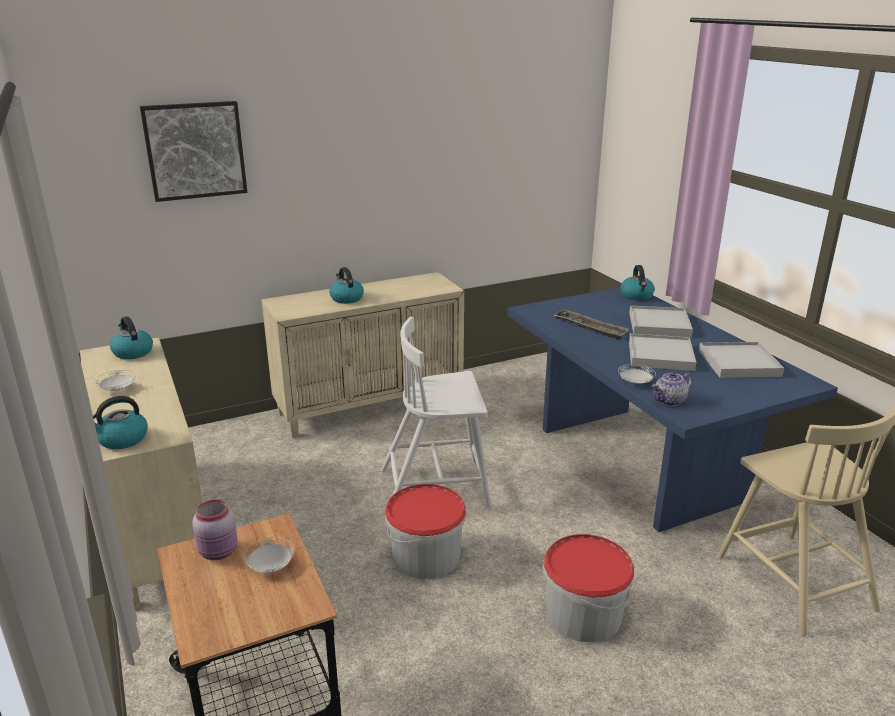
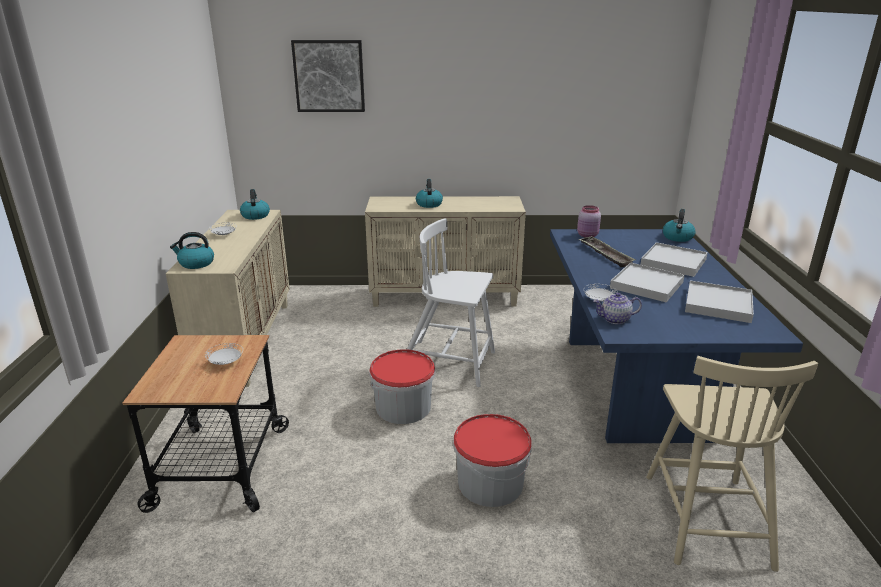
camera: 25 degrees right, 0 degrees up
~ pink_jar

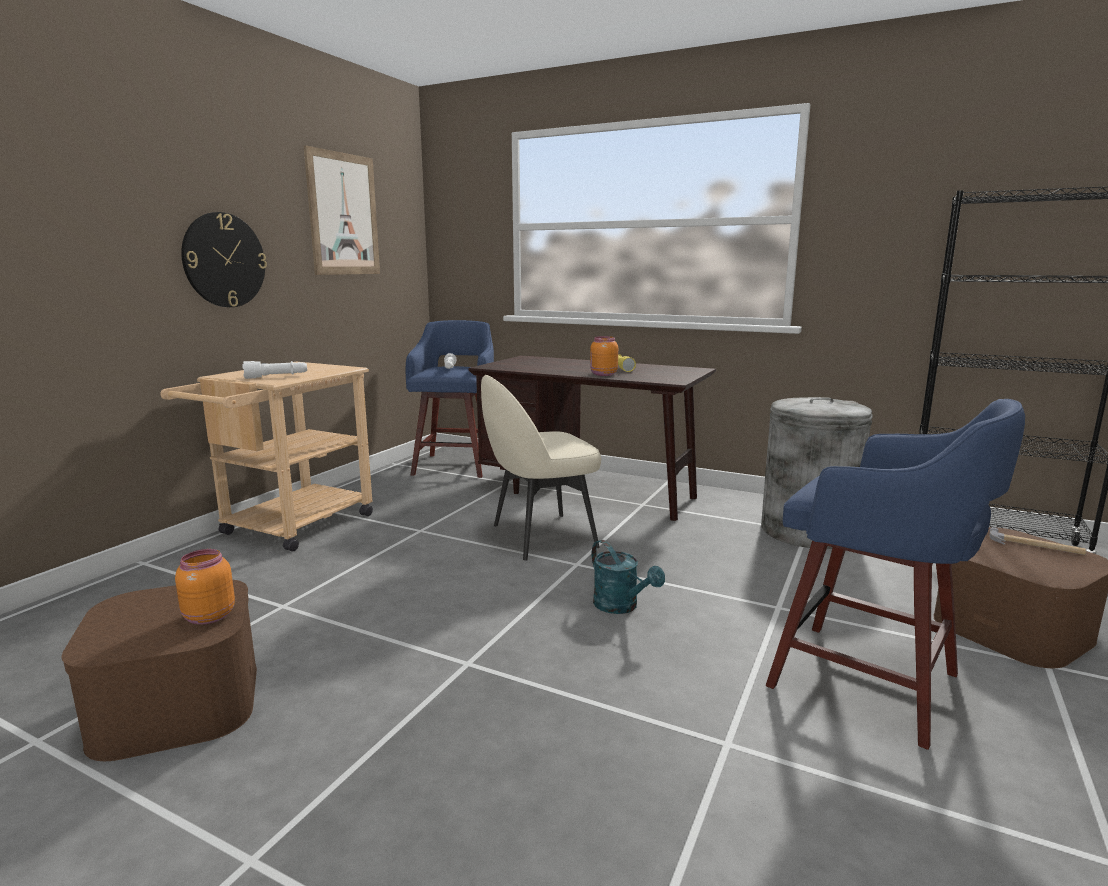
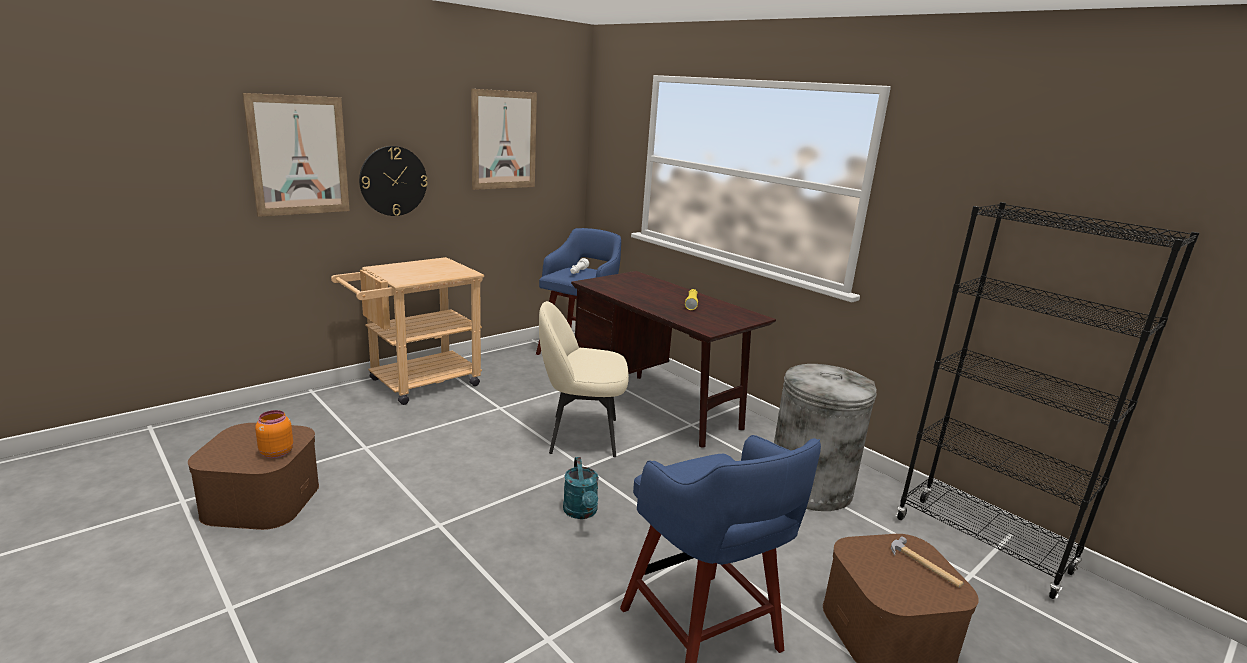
camera: 20 degrees right, 5 degrees up
- whitish_hand_torch (no. 1 from left)
- orange-coloured_jar (no. 2 from left)
+ wall_picture (no. 1 from left)

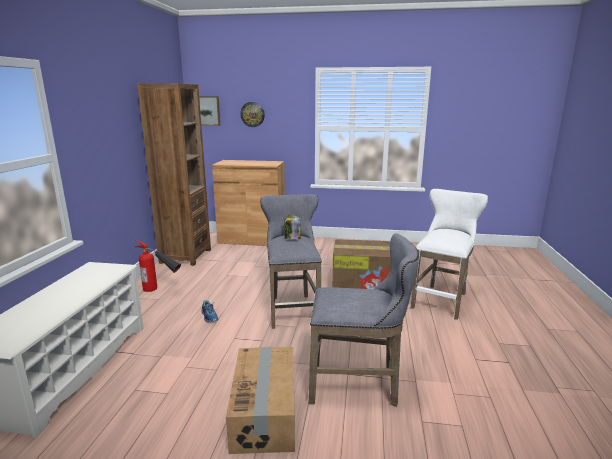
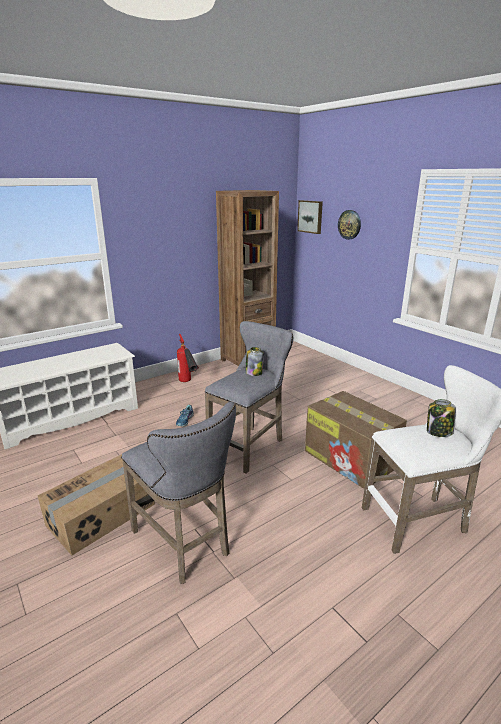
camera: 45 degrees right, 5 degrees up
- brownish_cabinet
+ jar (no. 2 from left)

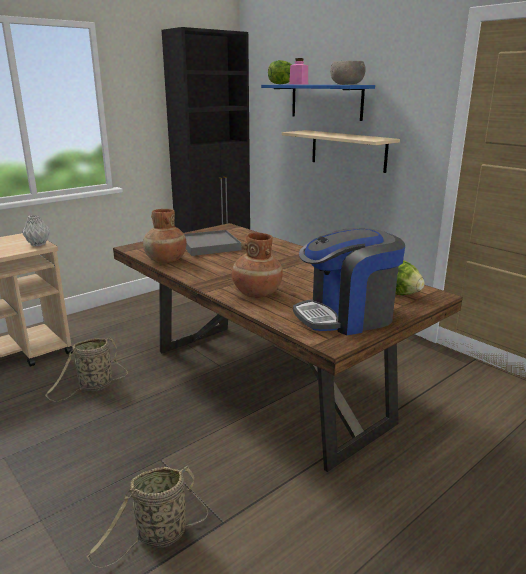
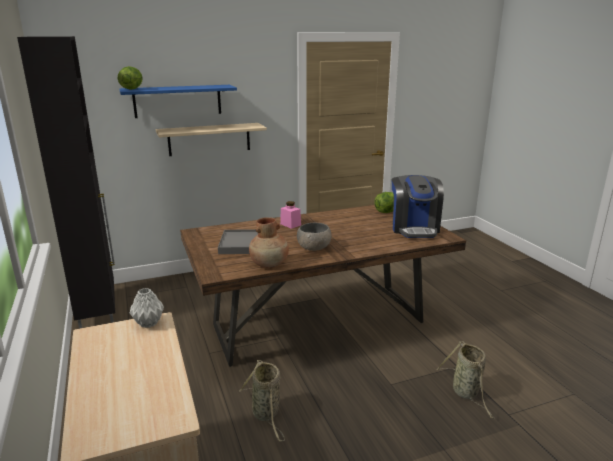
camera: 70 degrees left, 0 degrees up
- brownish_flower_vase (no. 2 from left)
~ pink_jar
~ gray_serving_bowl

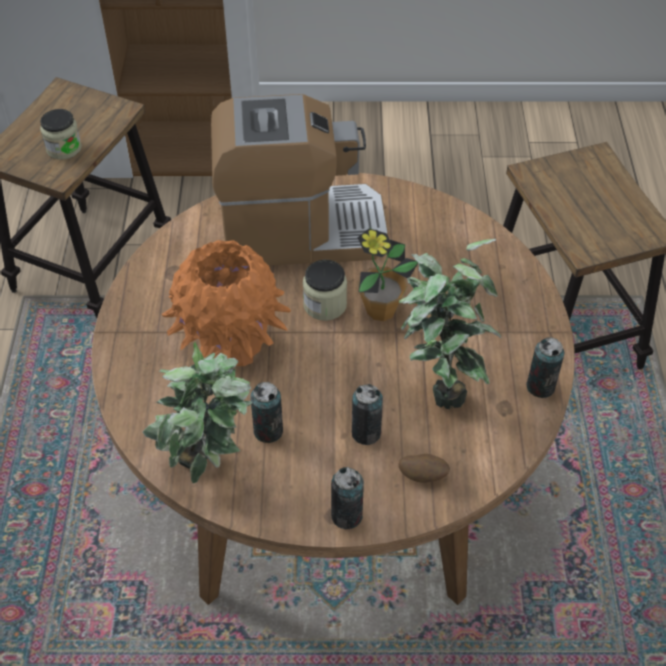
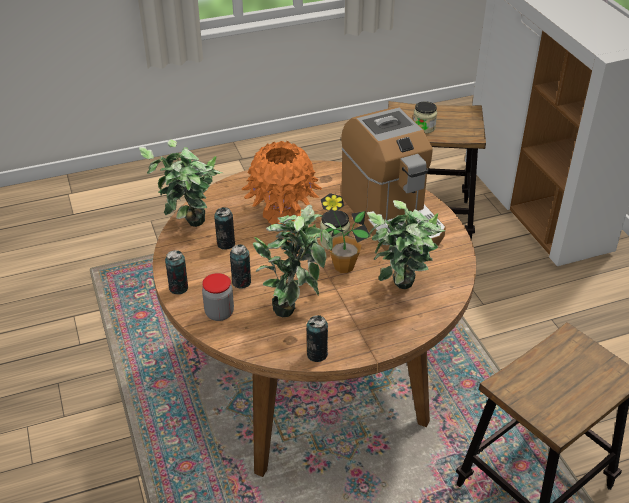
camera: 70 degrees right, 10 degrees down
+ plant_in_a_pot (no. 4 from left)
~ spud to jar (no. 1 from left)

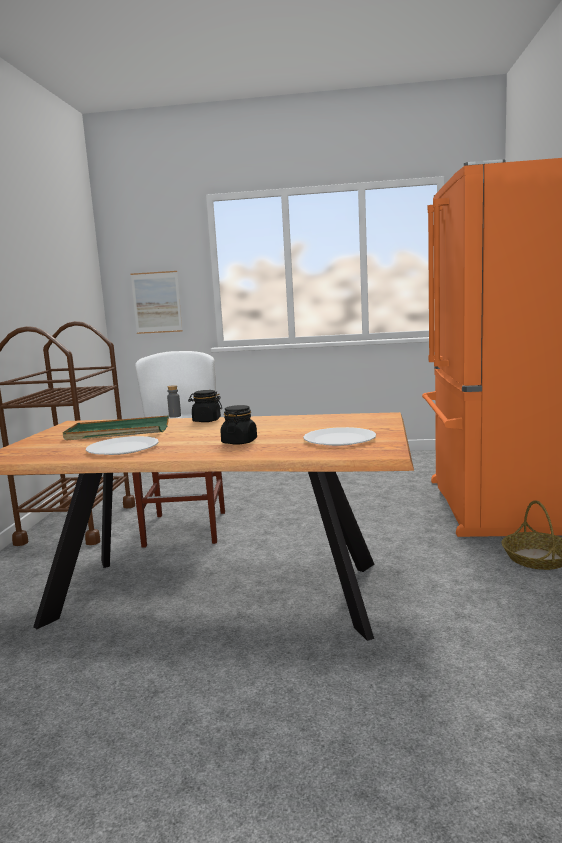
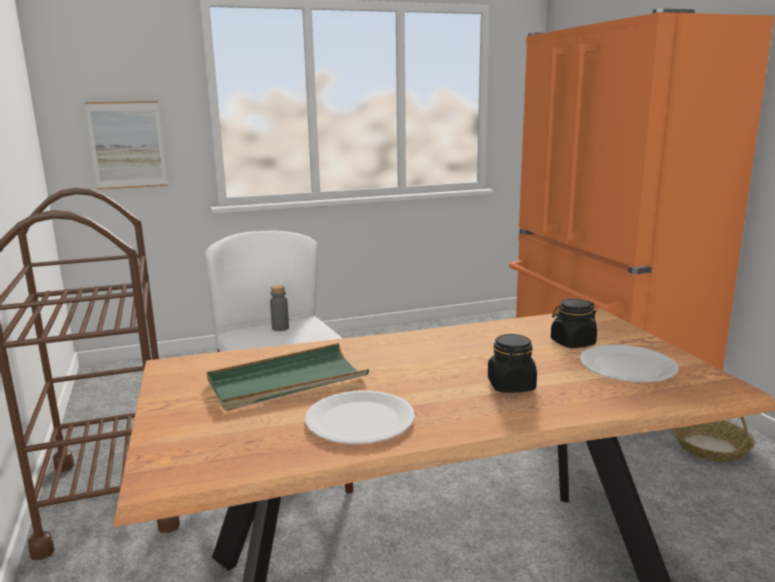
camera: 25 degrees left, 5 degrees up
~ blackish_jar (no. 1 from left in the first image) to blackish_jar (no. 2 from left)

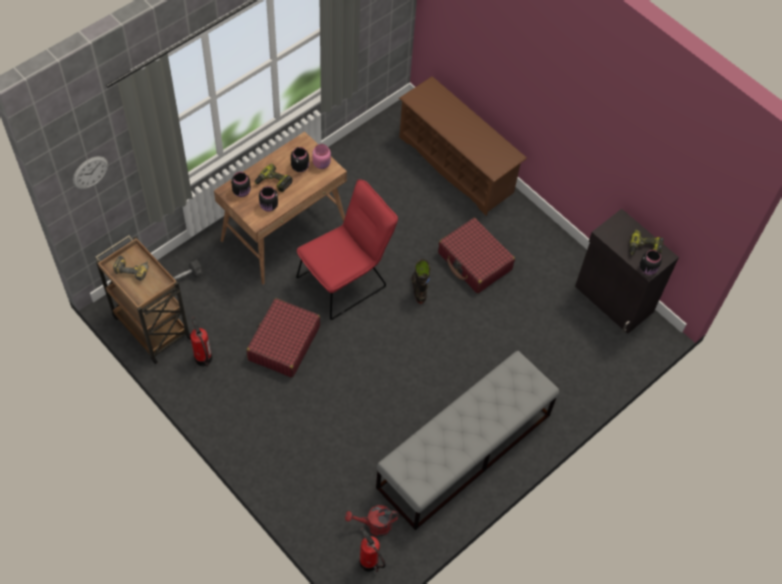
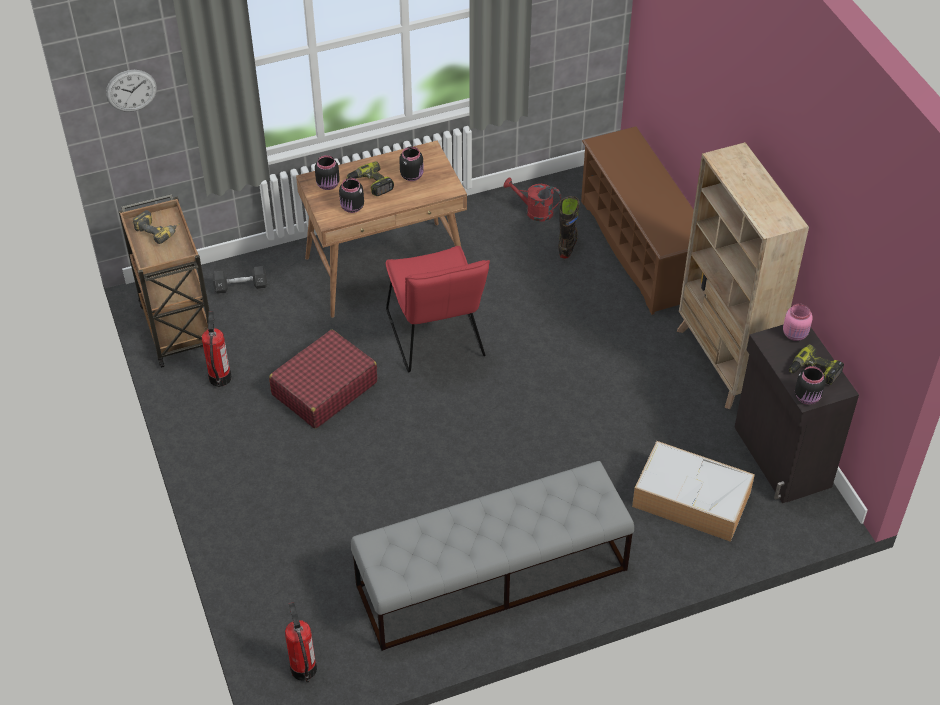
camera: 25 degrees right, 10 degrees down
- reddish_travel_case (no. 2 from left)
+ storage_container
+ beige_bookshelf
~ pink_jar
~ reddish_watering_can
~ blackish_high-top_boot
~ reddish_plain_chair 90 degrees clockwise

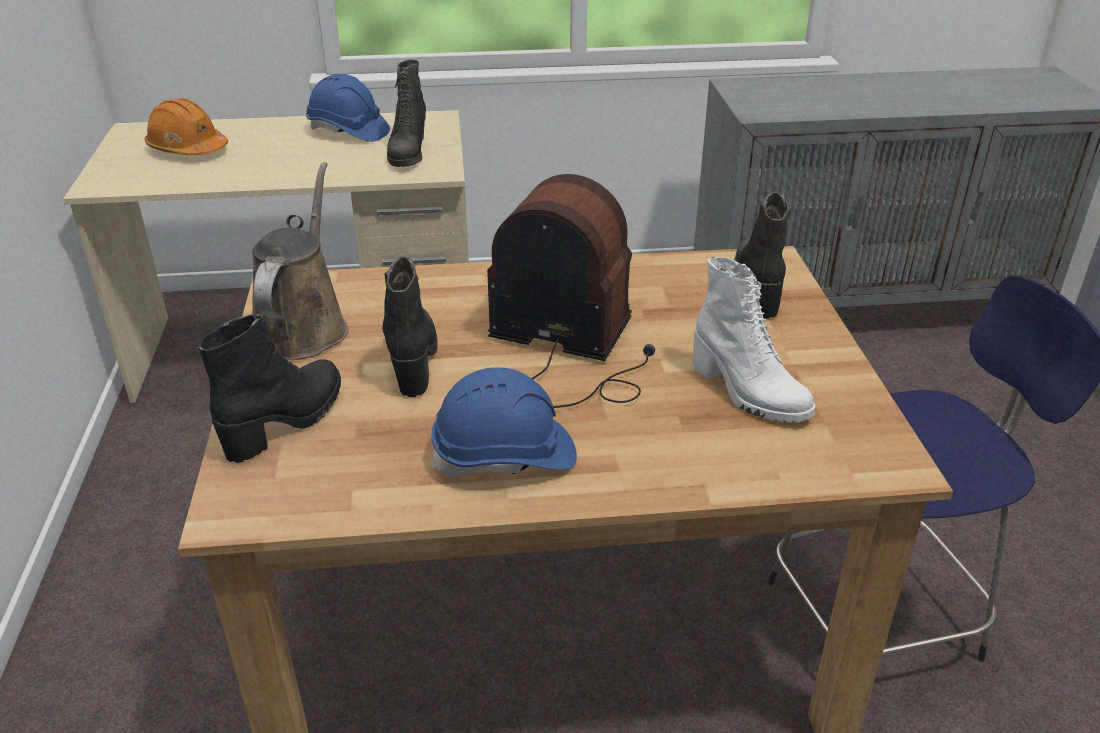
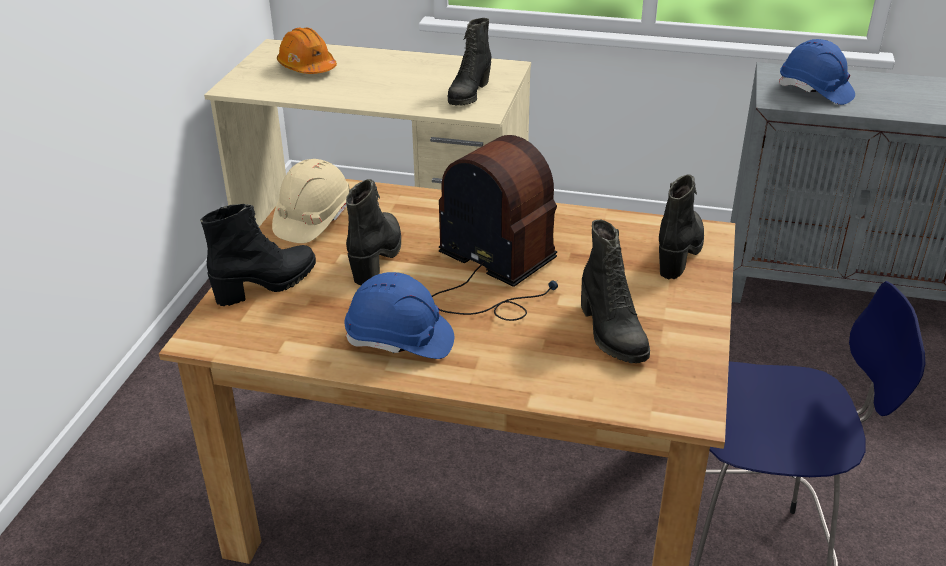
camera: 20 degrees right, 0 degrees up
~ bluish_safety_helmet (no. 1 from left in the first image) to bluish_safety_helmet (no. 2 from left)
~ brownish_watering_can to beige_safety_helmet
~ whitish_high-top_boot to blackish_high-top_boot (no. 4 from left)

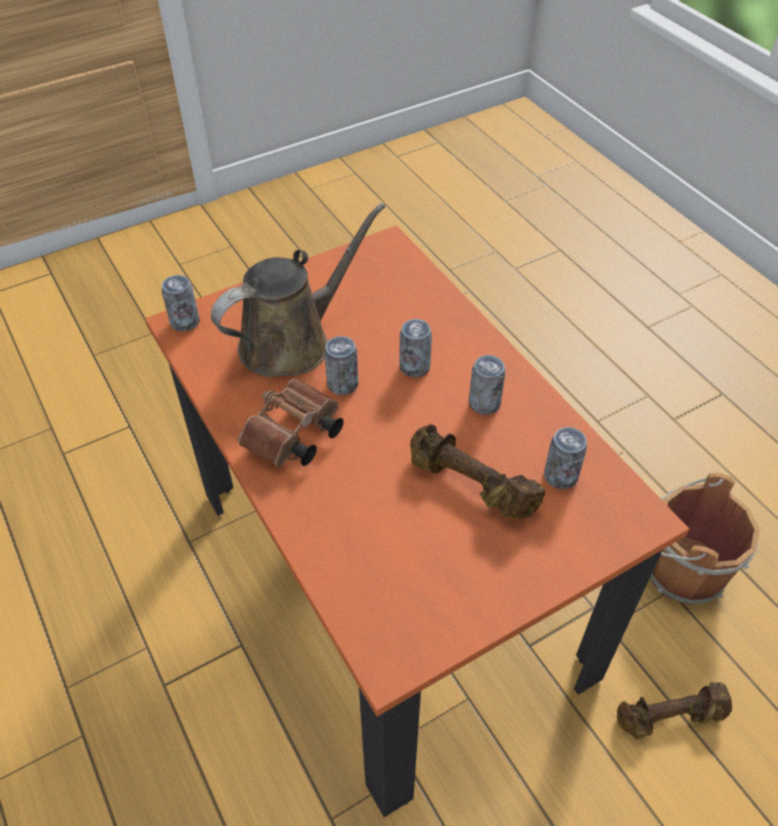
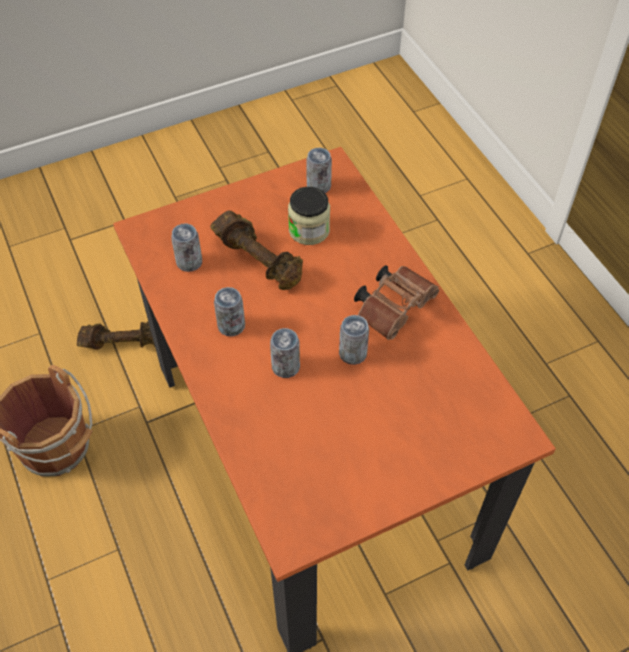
camera: 175 degrees left, 5 degrees up
- brownish_watering_can
+ jar
~ metal_can (no. 1 from left in the first image) to metal_can (no. 4 from left)

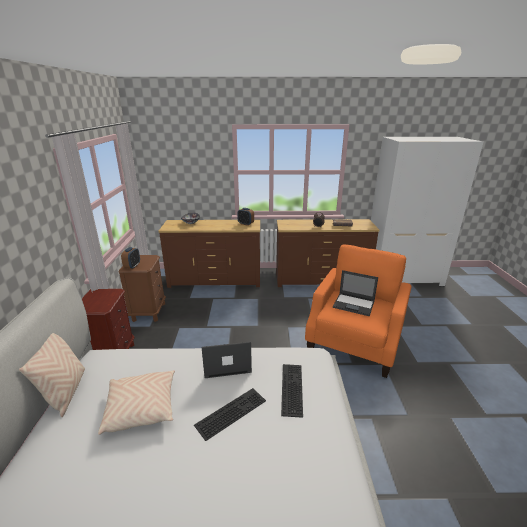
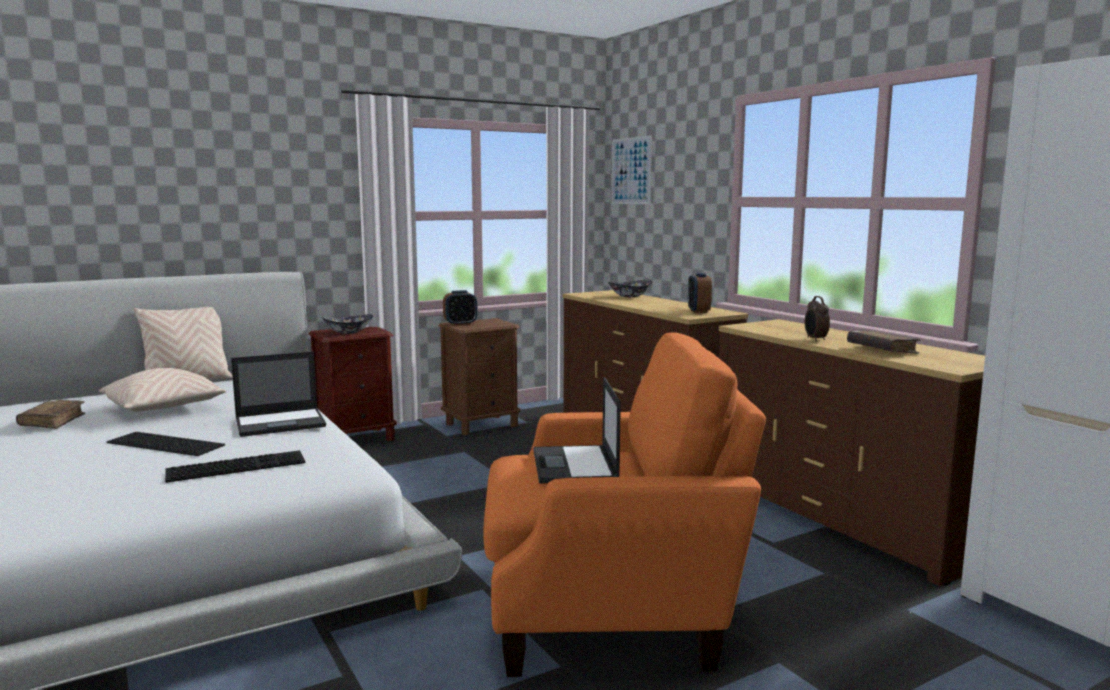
camera: 60 degrees right, 15 degrees down
+ brownish_book (no. 1 from left)
+ serving_bowl (no. 1 from left)
+ wall_picture
~ laptop (no. 1 from left) 105 degrees clockwise

